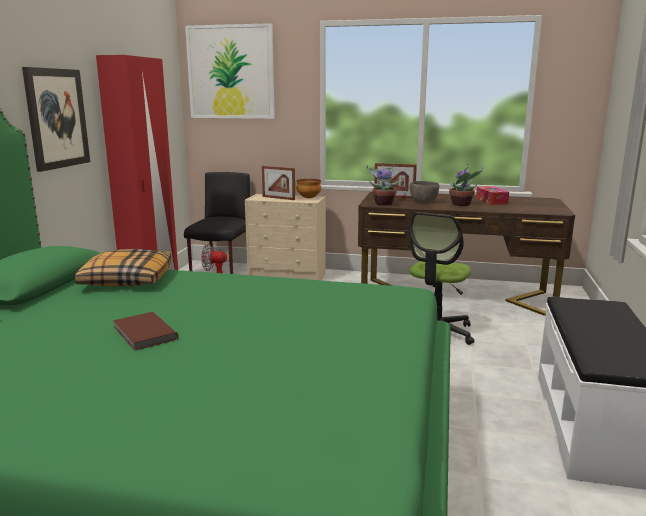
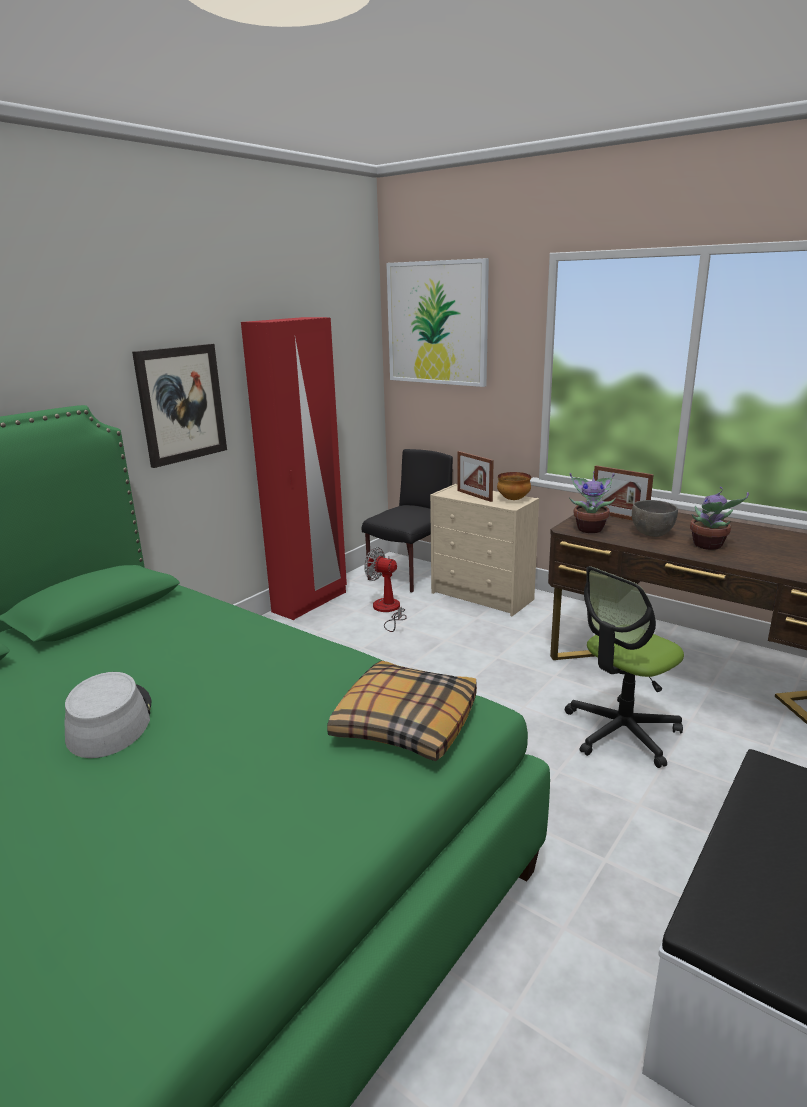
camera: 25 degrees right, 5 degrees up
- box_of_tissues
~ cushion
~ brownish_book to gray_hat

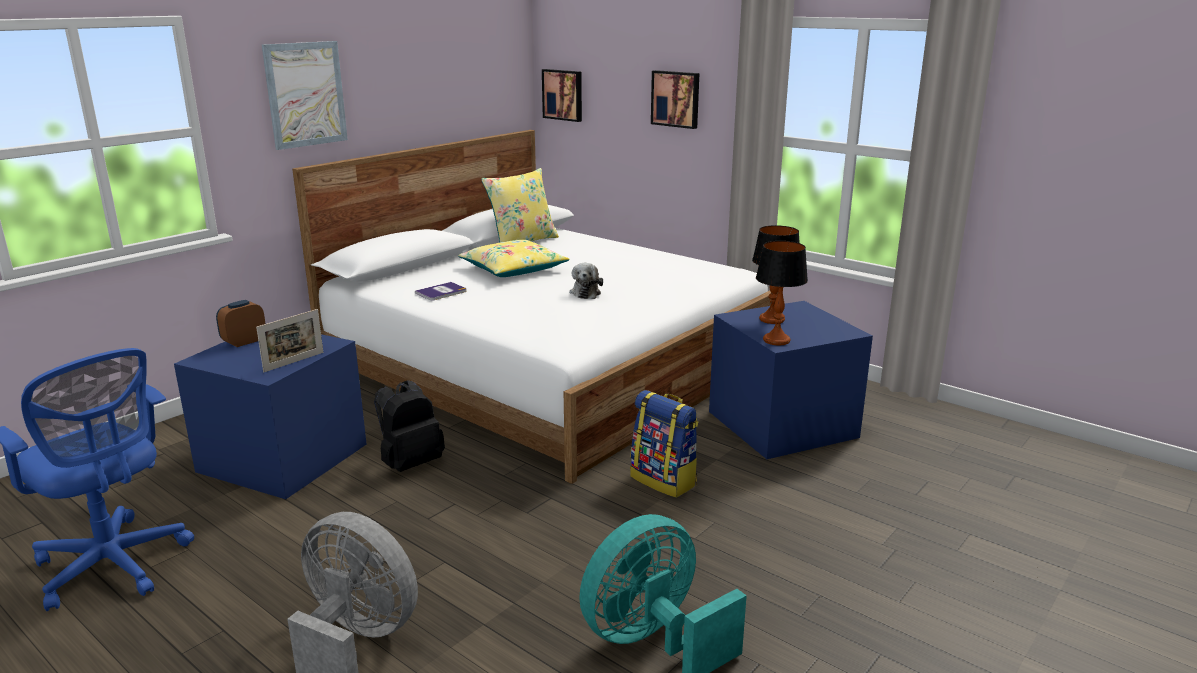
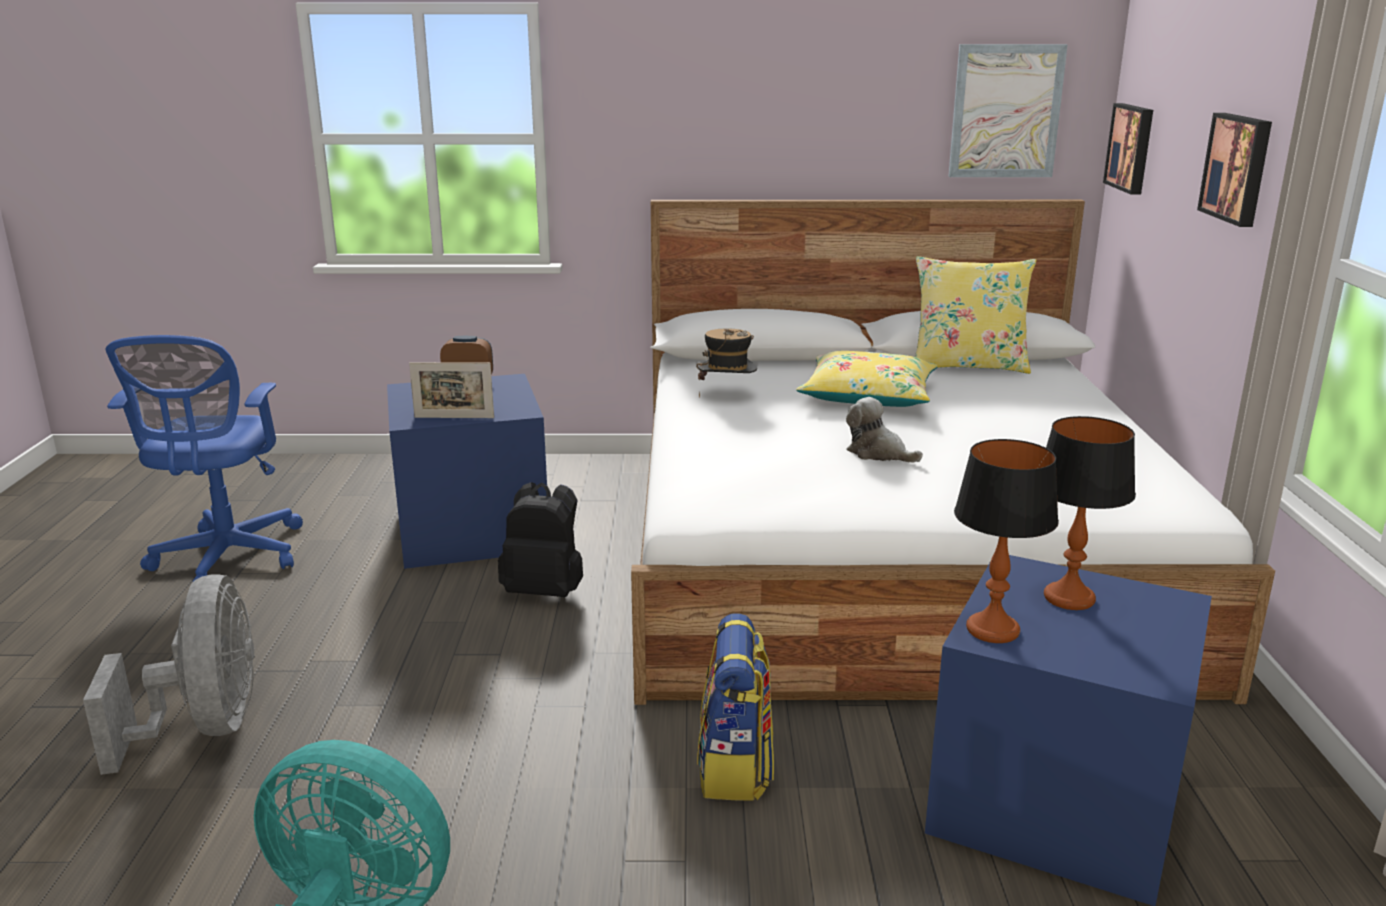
camera: 50 degrees right, 0 degrees up
~ wall_picture (no. 1 from left)
~ book to hat
~ plush_toy 75 degrees clockwise

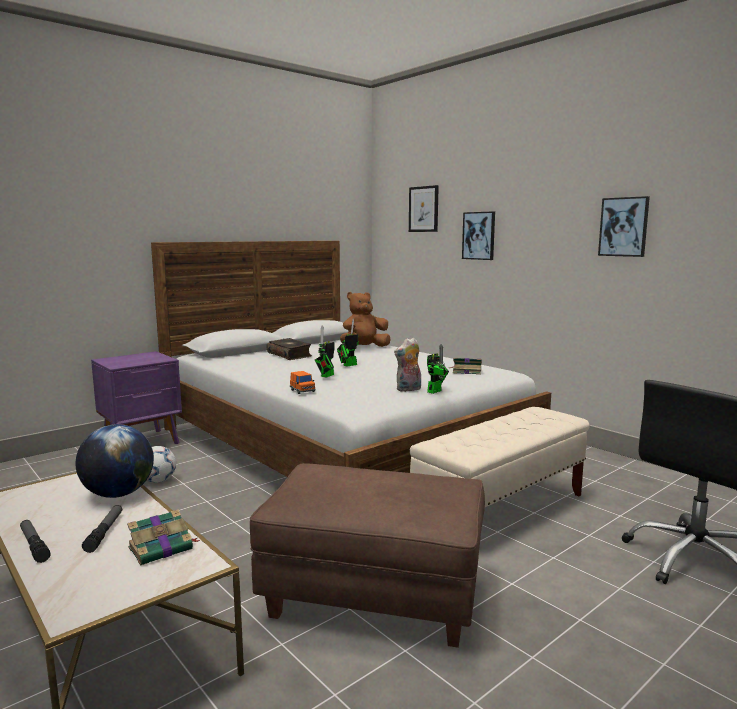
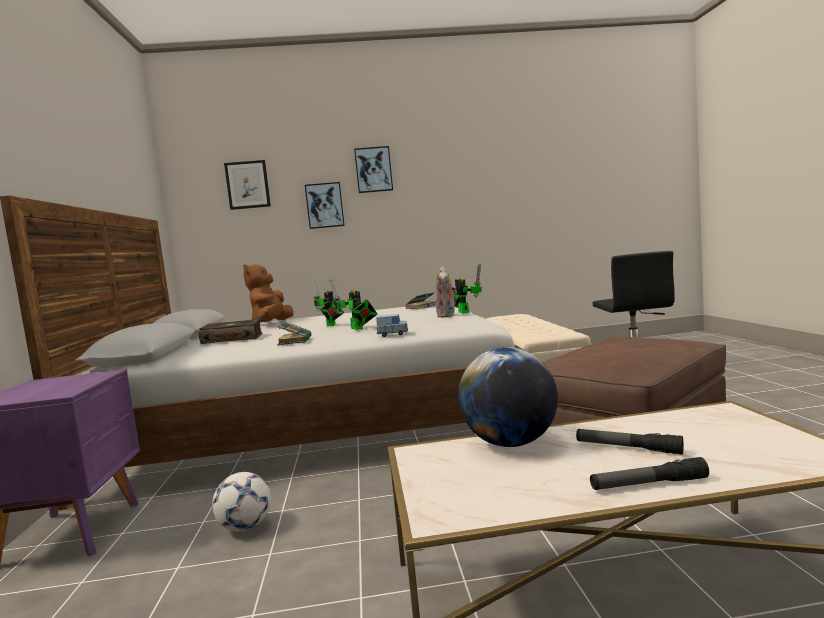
camera: 55 degrees left, 5 degrees down
~ book (no. 1 from left in the first image) to book (no. 2 from left)
~ wall_picture (no. 3 from left)
~ orange-coloured_model_car to bluish_model_car

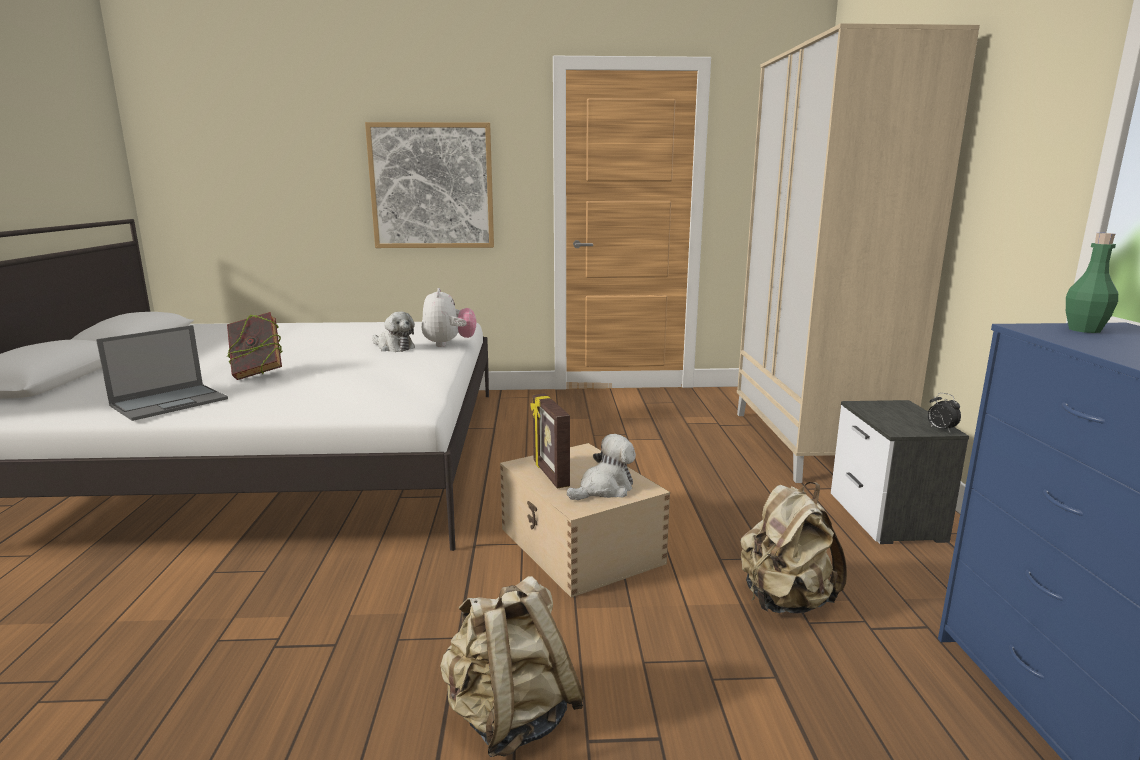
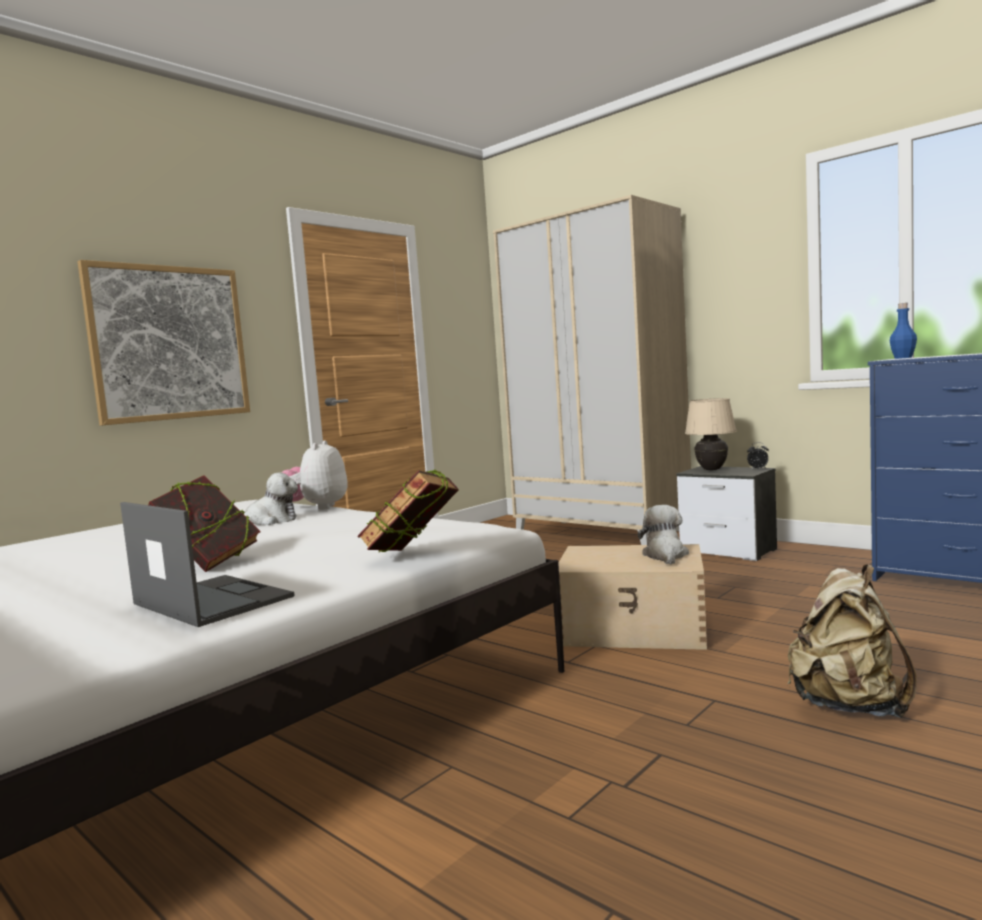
camera: 45 degrees left, 10 degrees down
- standing_frame
- beige_rucksack (no. 2 from left)
+ book (no. 2 from left)
+ beige_tabletop_lamp
~ green-coloured_bottle to bluish_bottle
~ laptop 45 degrees counterclockwise
~ plush_toy (no. 2 from left) 120 degrees counterclockwise

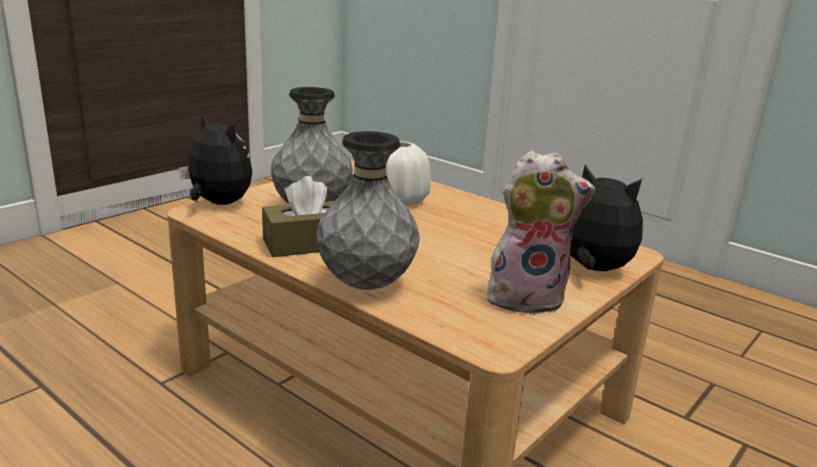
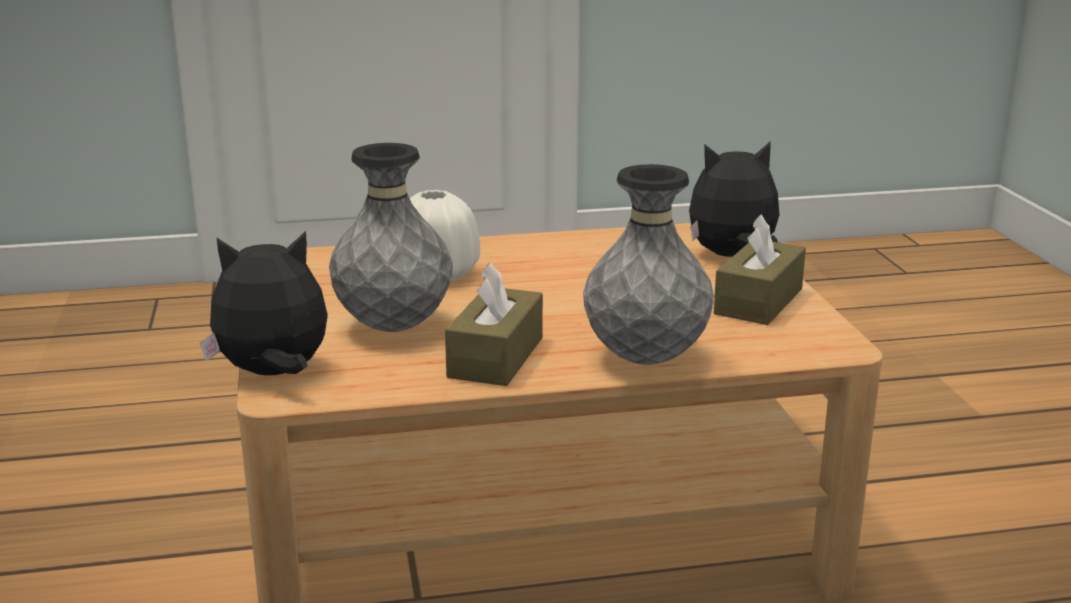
camera: 50 degrees left, 0 degrees up
~ plush_toy (no. 2 from left) to brownish_box_of_tissues (no. 2 from left)

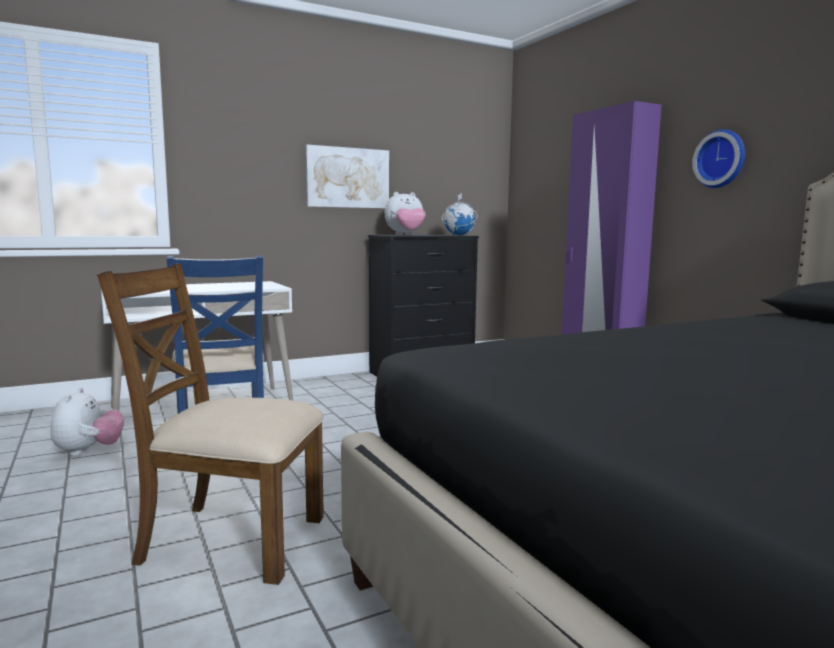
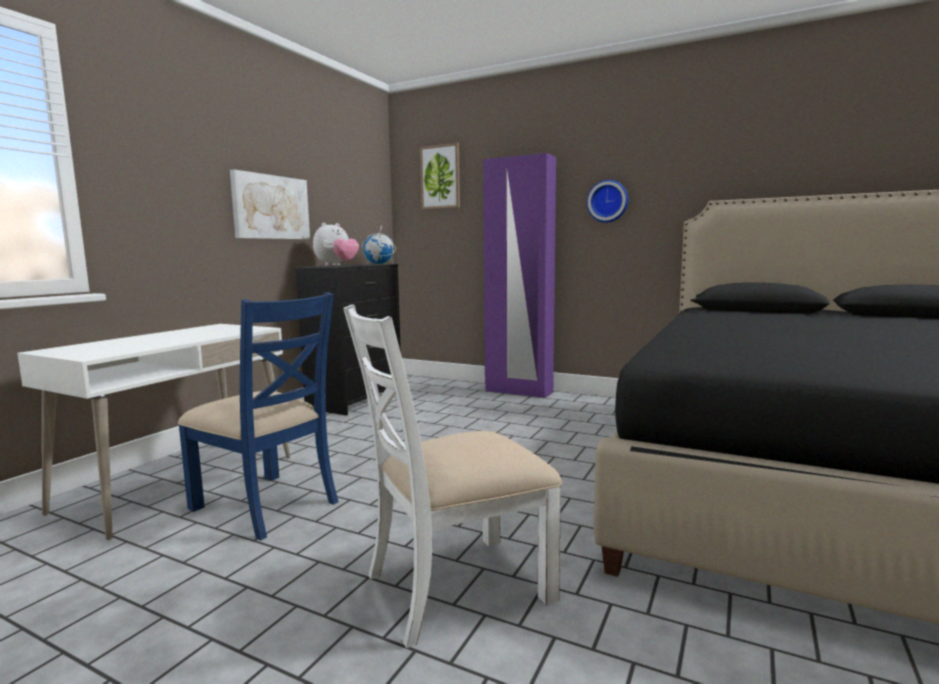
camera: 35 degrees left, 0 degrees up
- plush_toy (no. 1 from left)
+ wall_picture (no. 2 from left)
~ brownish_plain_chair to whitish_plain_chair

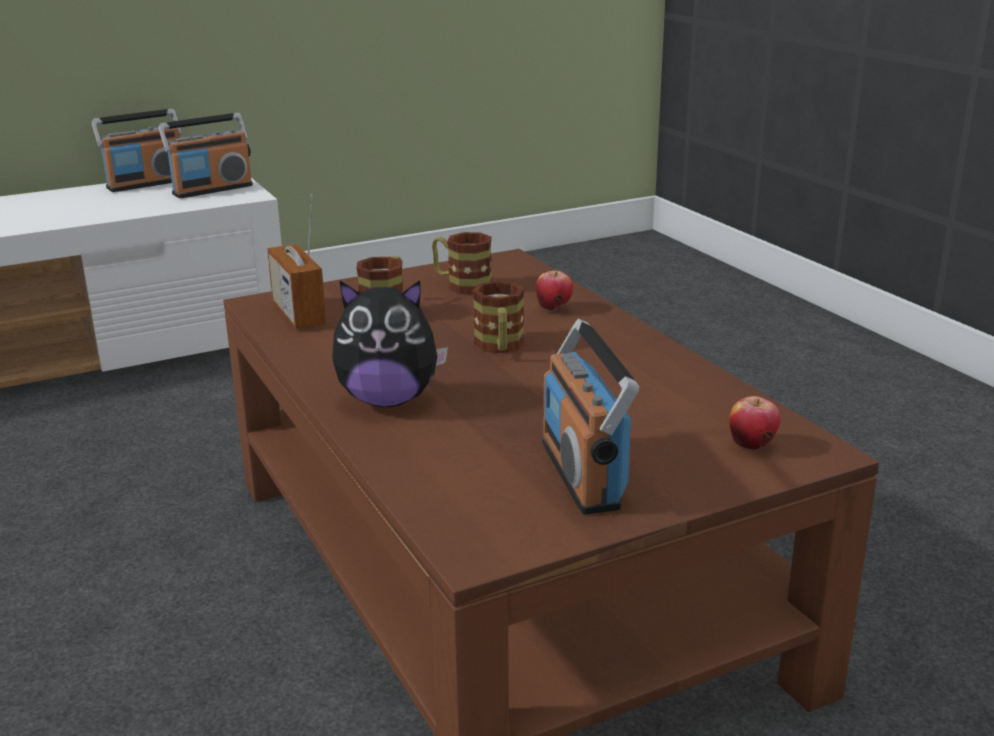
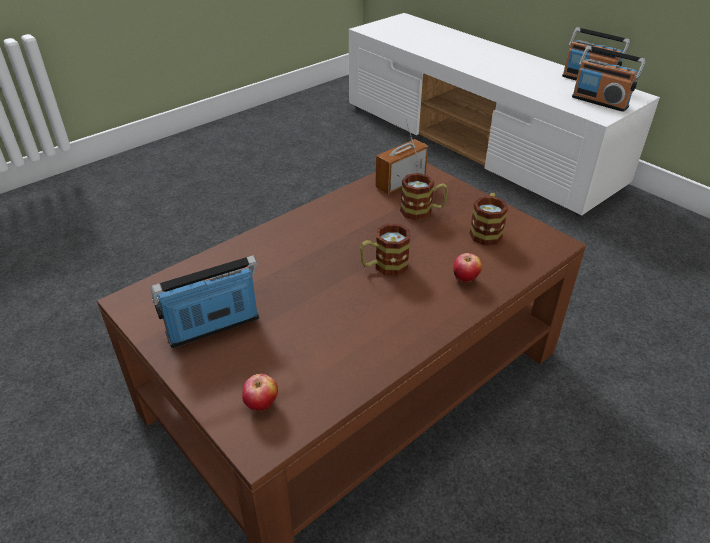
camera: 75 degrees right, 15 degrees up
- plush_toy

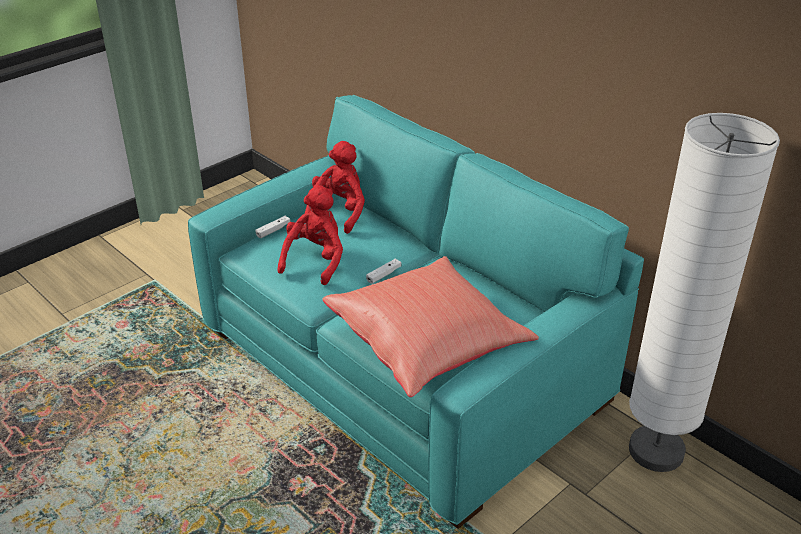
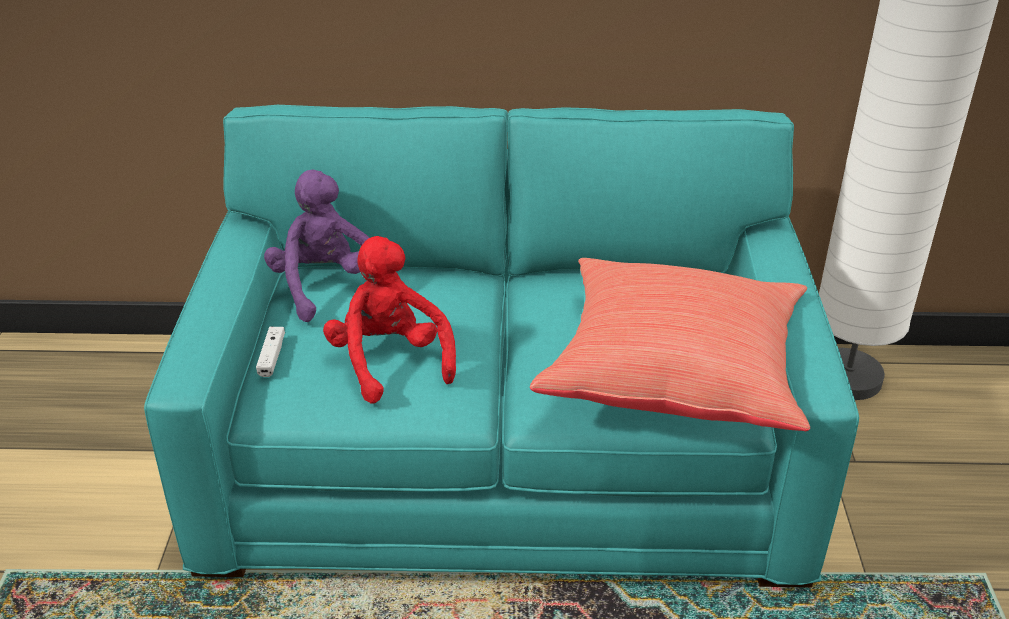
camera: 45 degrees left, 0 degrees up
- whitish_joypad (no. 2 from left)
~ reddish_plush_toy (no. 2 from left) to purplish_plush_toy

